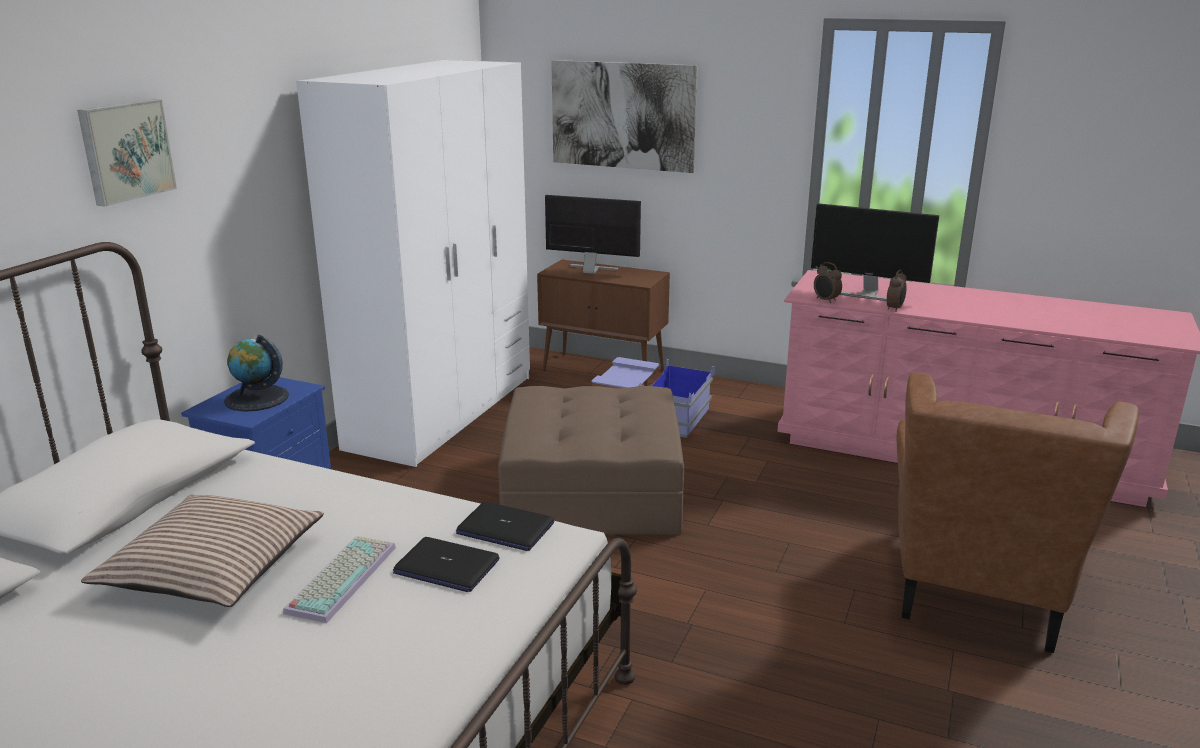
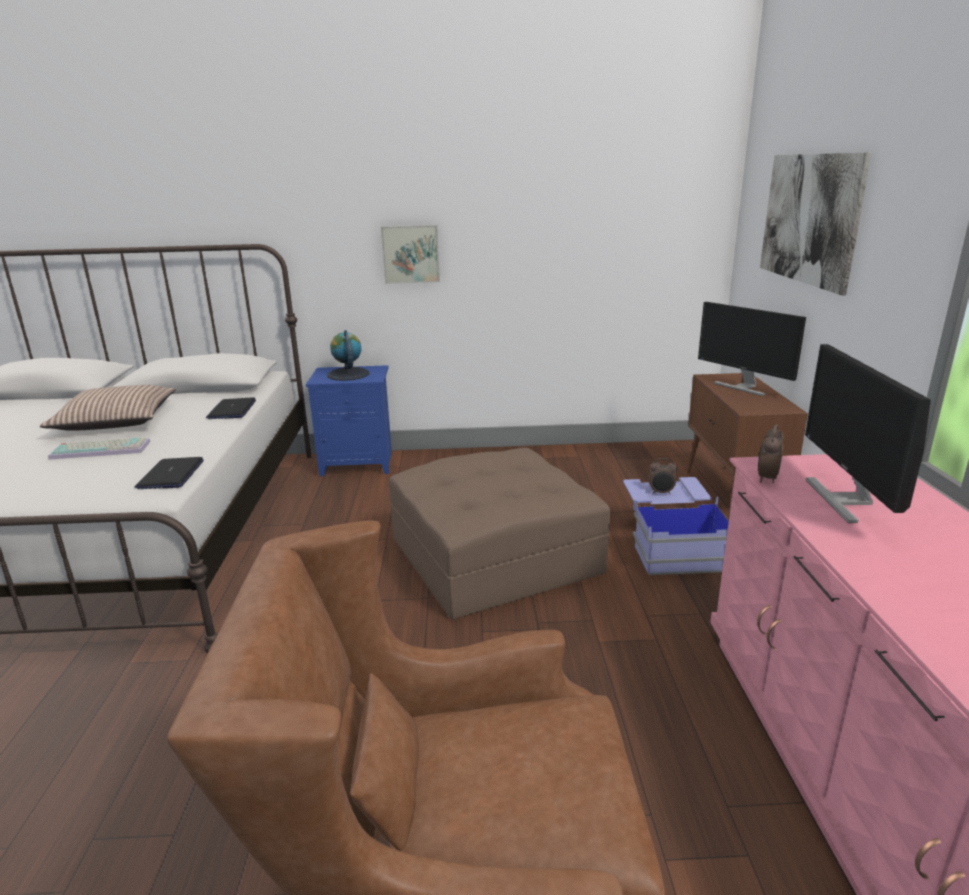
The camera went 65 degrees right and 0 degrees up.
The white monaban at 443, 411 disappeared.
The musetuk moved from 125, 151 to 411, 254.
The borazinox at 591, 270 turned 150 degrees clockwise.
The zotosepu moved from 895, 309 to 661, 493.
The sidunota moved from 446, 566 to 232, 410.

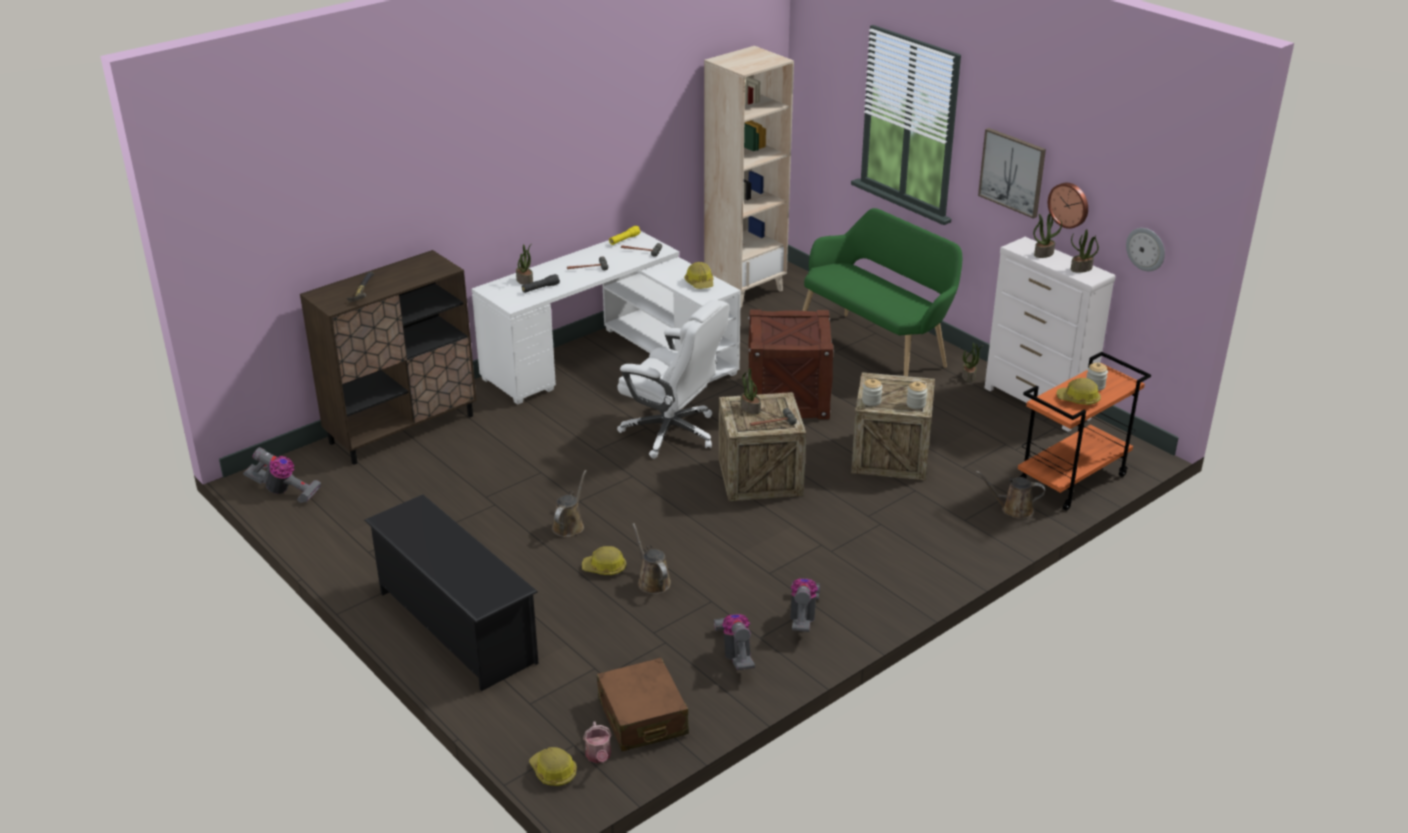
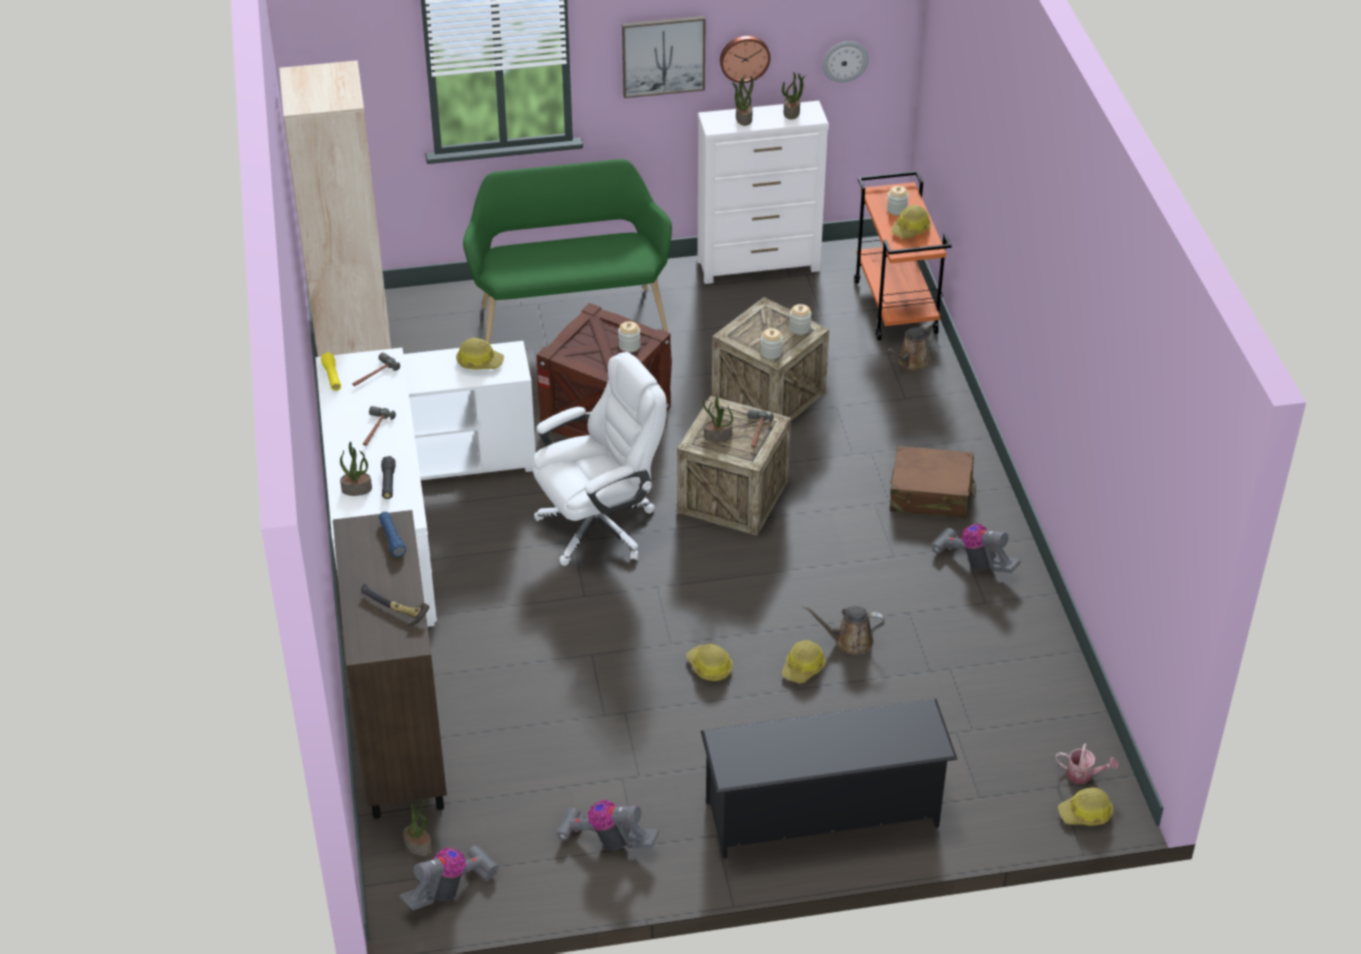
The camera went 60 degrees left and 10 degrees up.
The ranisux moved from 969, 376 to 419, 845.
The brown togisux at 569, 525 was replaced by the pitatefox at 709, 667.
The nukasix moved from 736, 653 to 607, 840.
The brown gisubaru moved from 642, 717 to 931, 494.
The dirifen at 629, 346 appeared.
The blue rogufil at 392, 539 appeared.

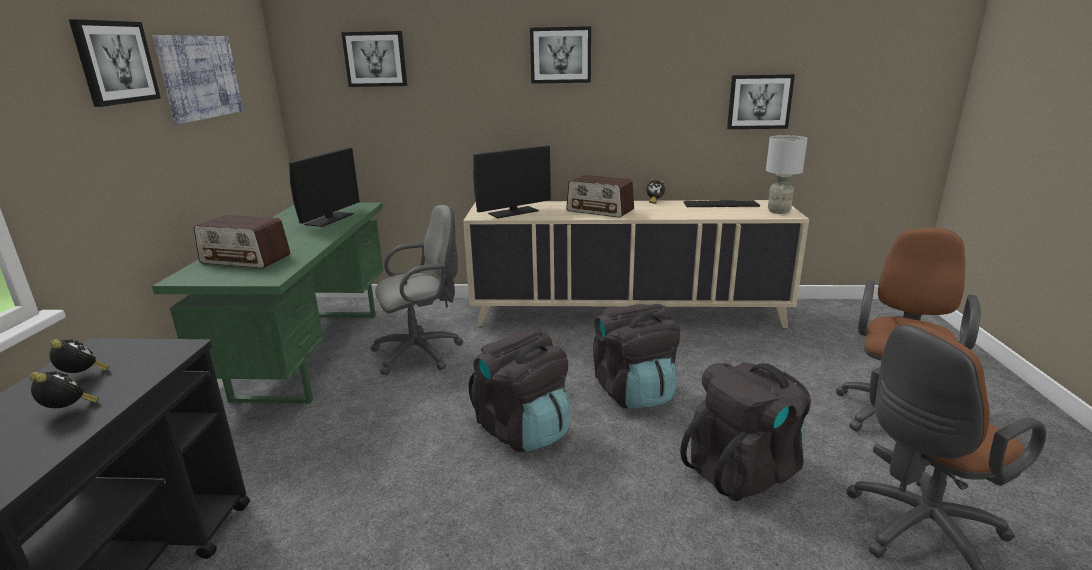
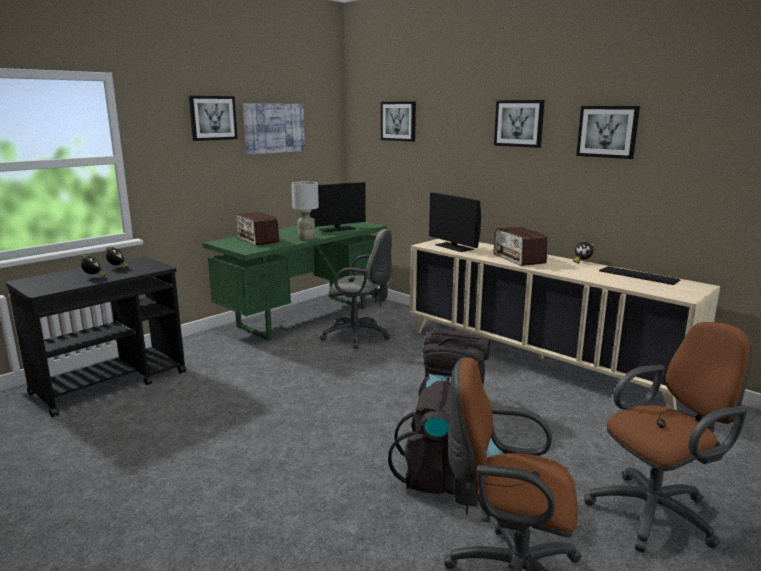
The camera went 40 degrees right and 5 degrees down.
The musetuk moved from 759, 102 to 607, 131.
The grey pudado moved from 779, 211 to 307, 238.
The borazinox at 513, 212 turned 45 degrees clockwise.
The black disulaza at 523, 430 disappeared.

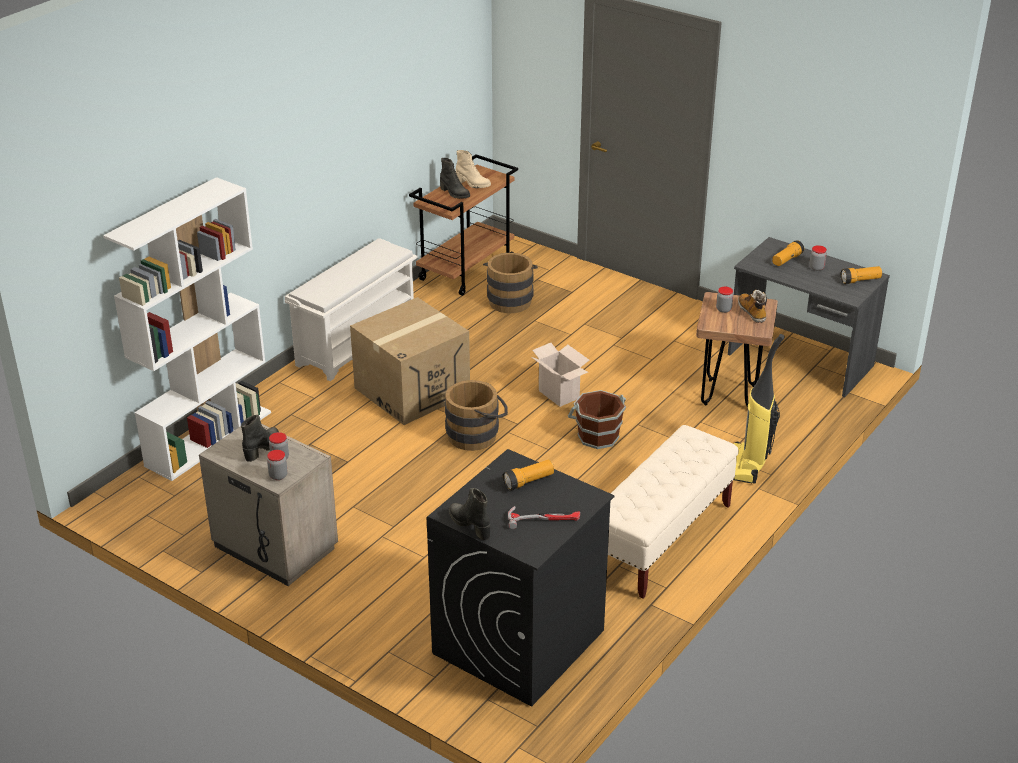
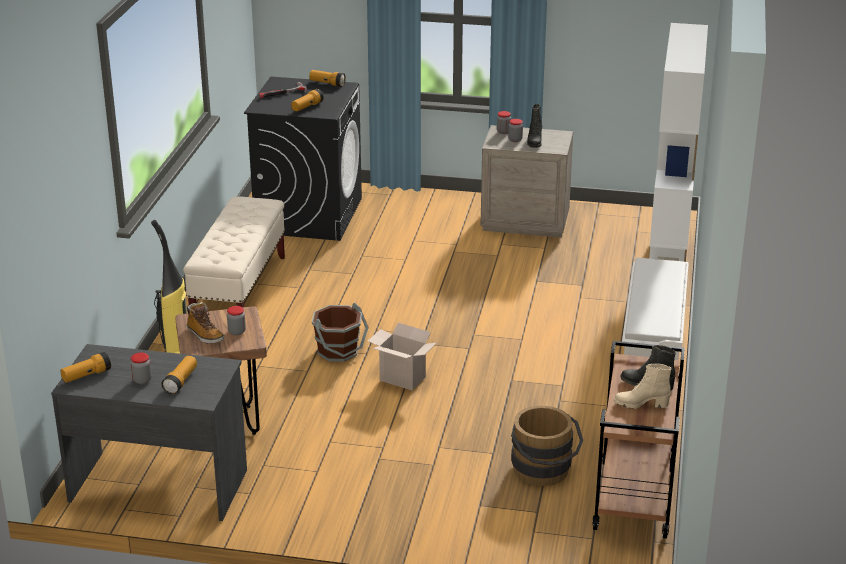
The camera went 155 degrees right and 5 degrees down.
The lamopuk at 412, 390 disappeared.
The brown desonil at 477, 434 disappeared.
The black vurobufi at 470, 525 was replaced by the rogufil at 327, 83.

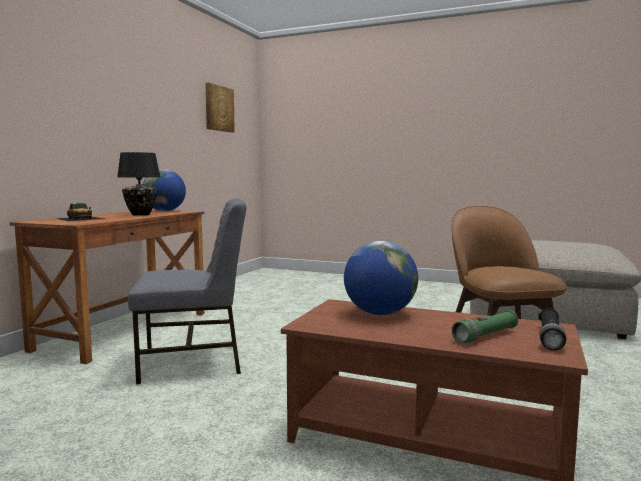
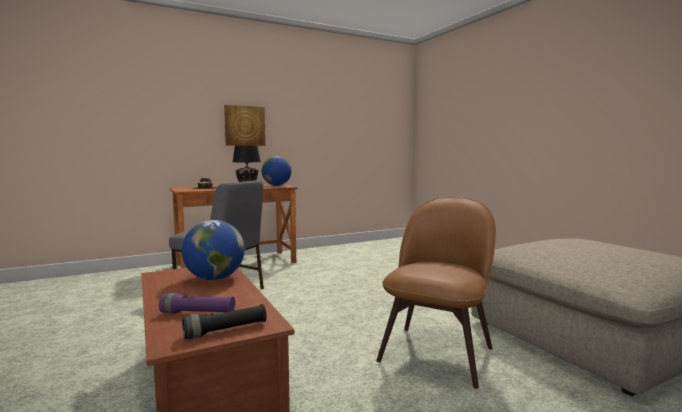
The camera went 40 degrees right and 0 degrees up.
The musetuk moved from 218, 108 to 244, 126.
The green rogufil at 485, 336 became the purple rogufil at 198, 313.

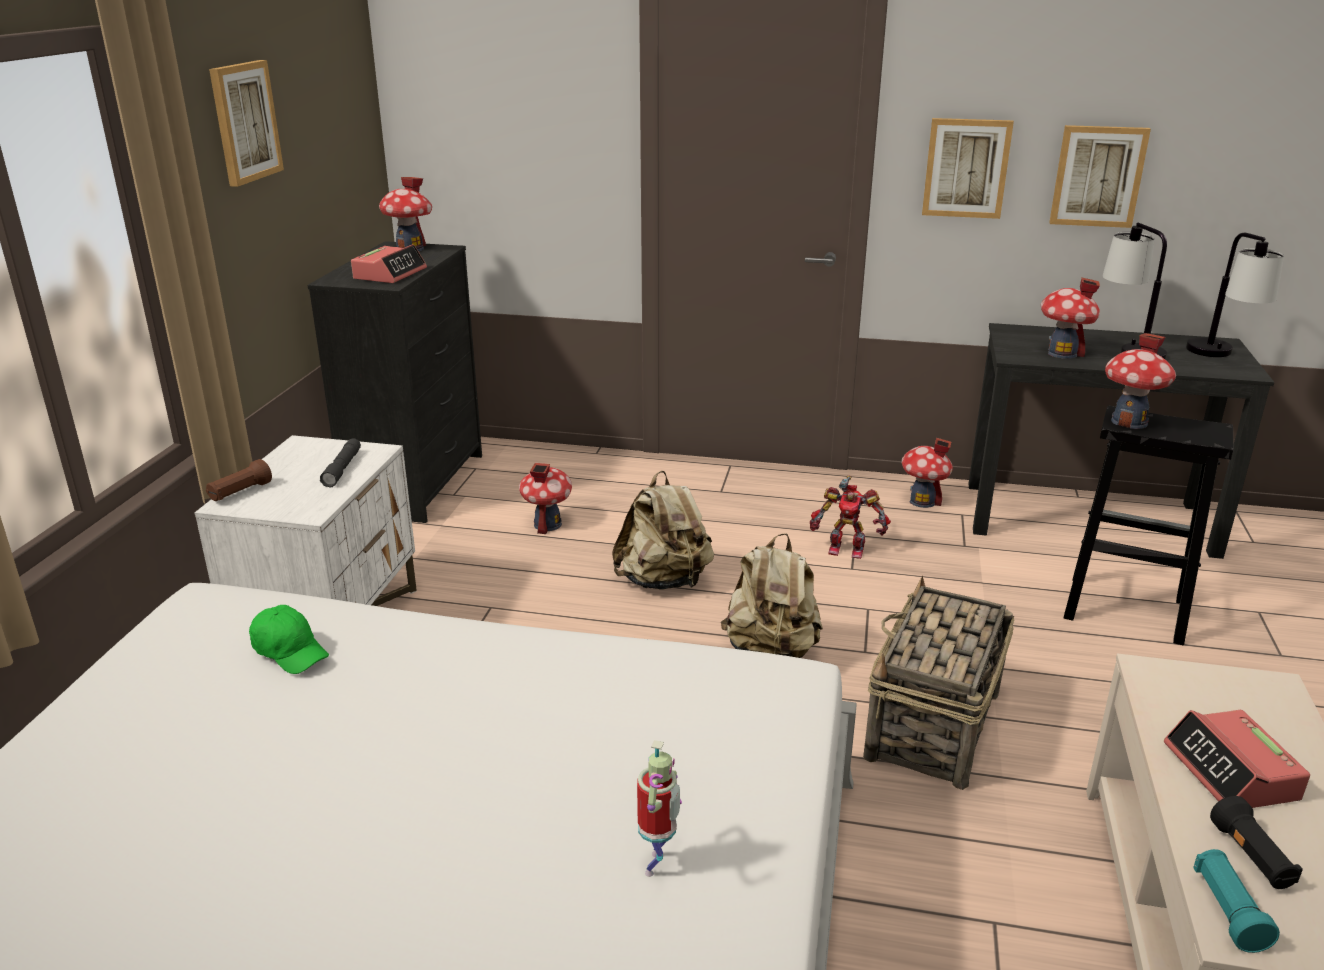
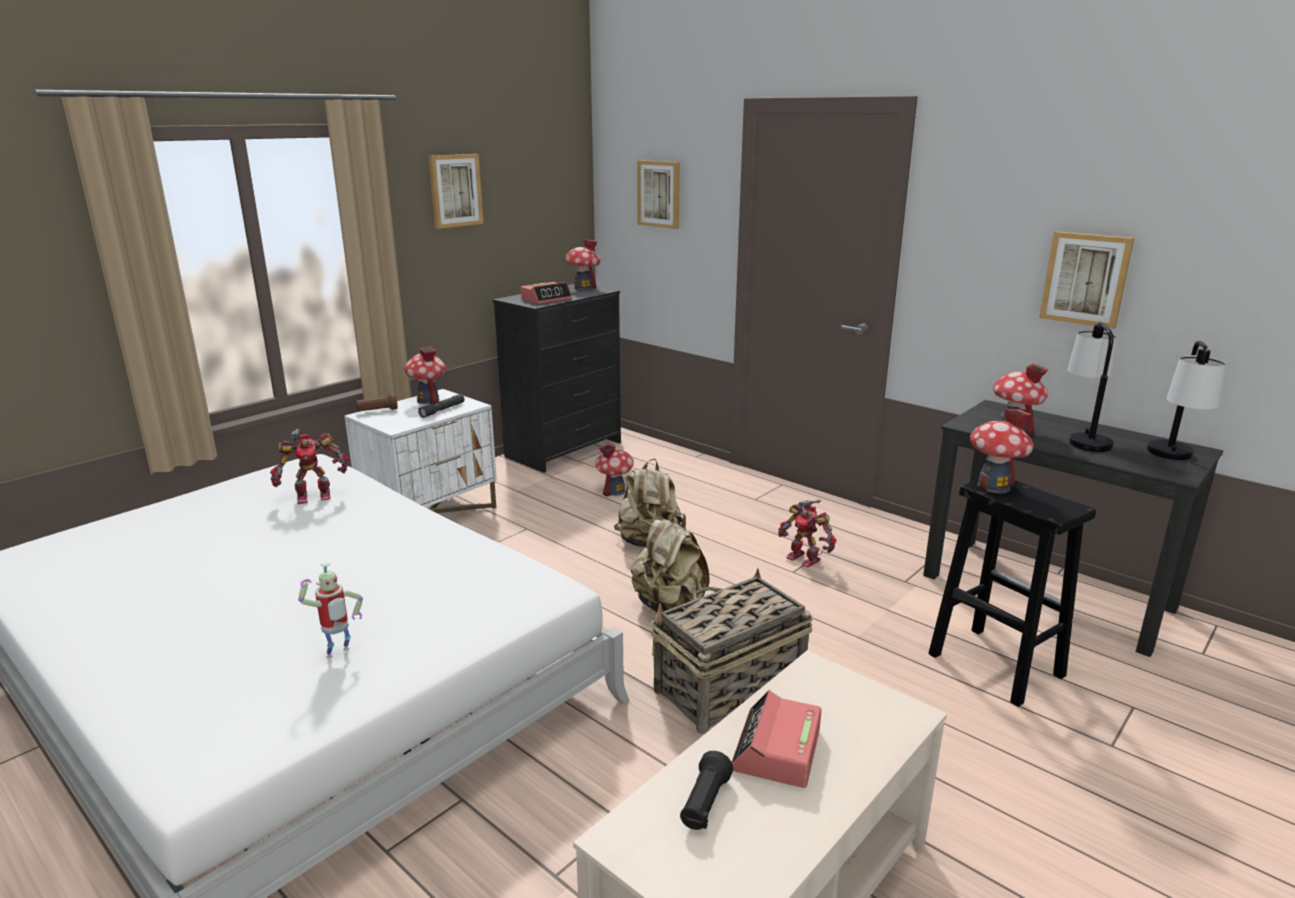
The camera went 30 degrees right and 5 degrees down.
The musetuk moved from 966, 168 to 659, 194.
The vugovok moved from 922, 501 to 428, 400.
The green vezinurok at 290, 652 was replaced by the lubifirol at 313, 496.
The turquoise rogufil at 1227, 911 disappeared.

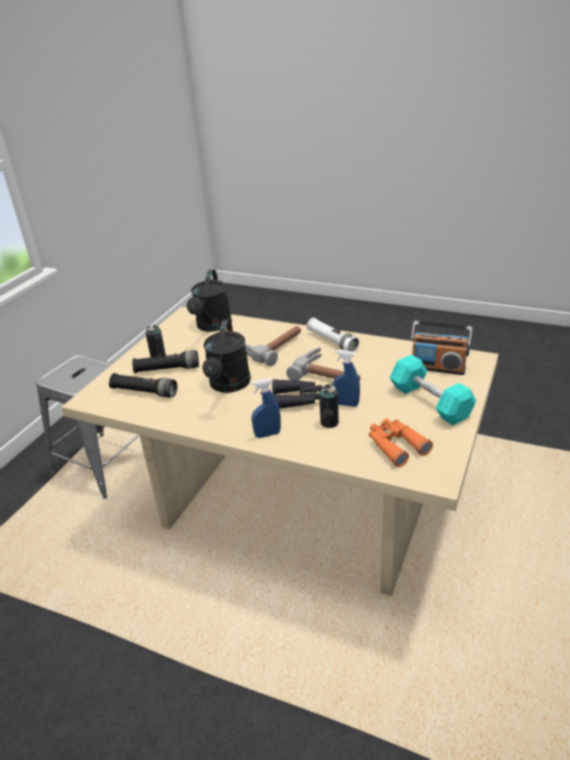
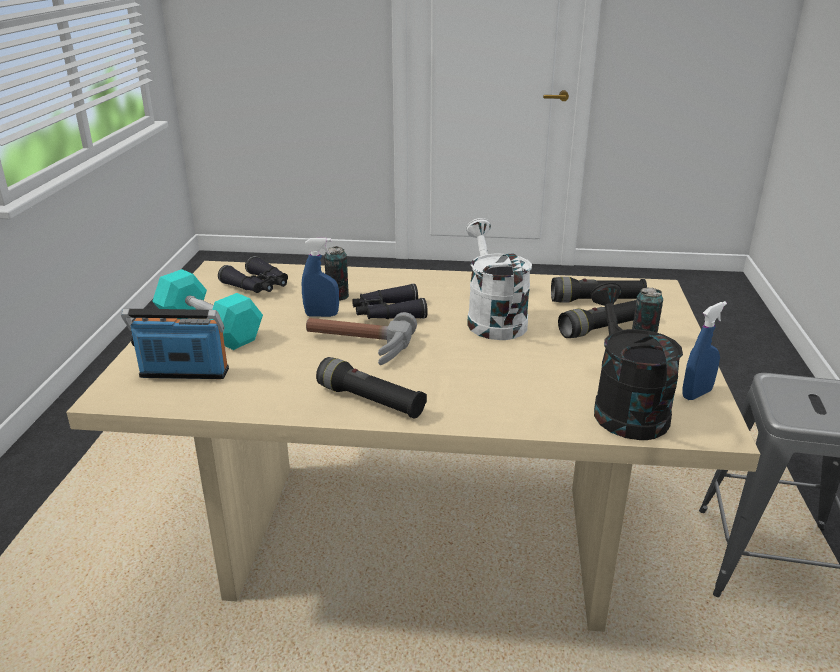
The camera went 160 degrees right and 5 degrees down.
The white rogufil at 332, 341 became the black rogufil at 370, 401.
The black togisux at 228, 385 became the white togisux at 492, 319.
The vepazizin at 272, 347 disappeared.
The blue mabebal moved from 267, 434 to 696, 394.
The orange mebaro at 395, 445 became the black mebaro at 258, 286.

